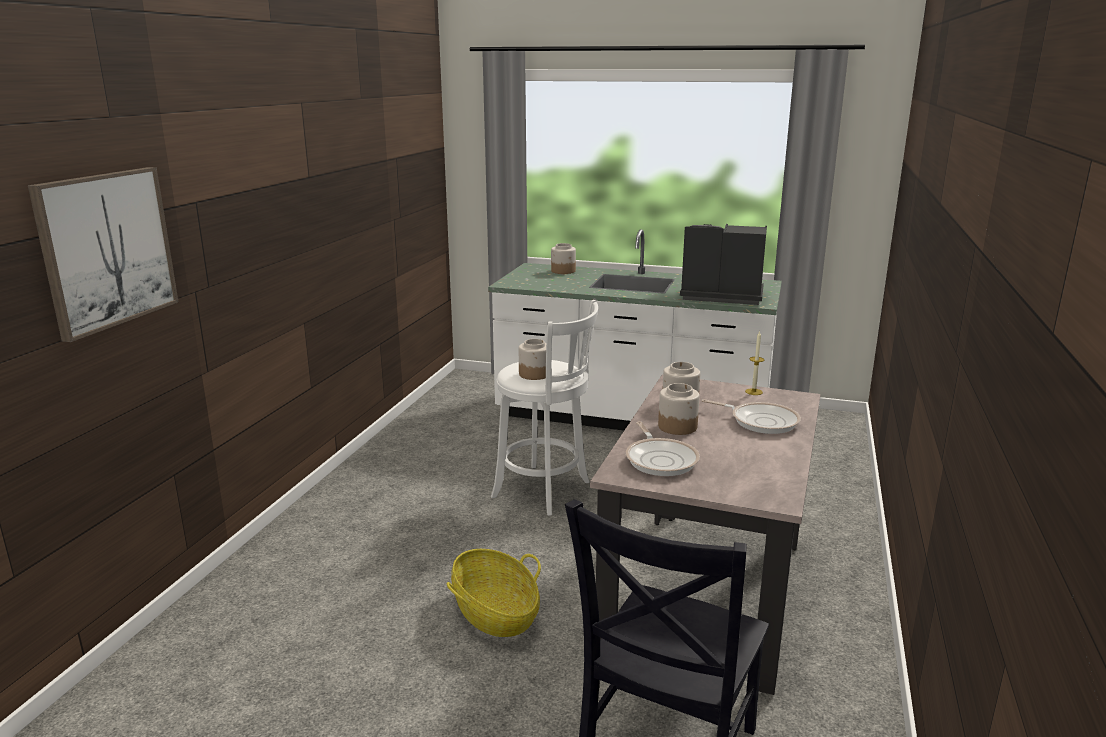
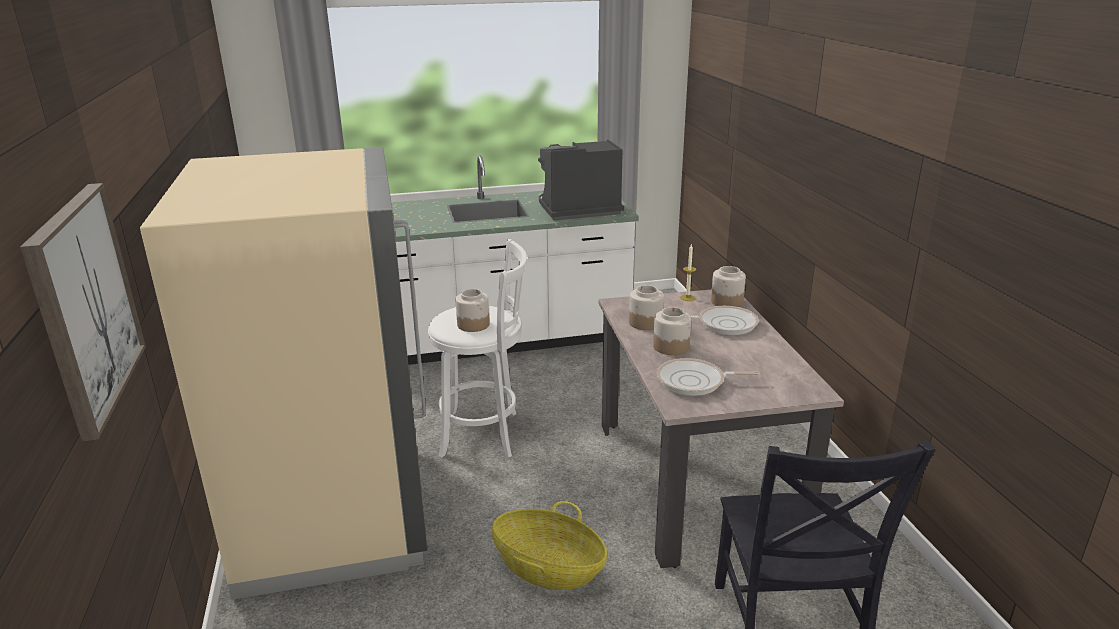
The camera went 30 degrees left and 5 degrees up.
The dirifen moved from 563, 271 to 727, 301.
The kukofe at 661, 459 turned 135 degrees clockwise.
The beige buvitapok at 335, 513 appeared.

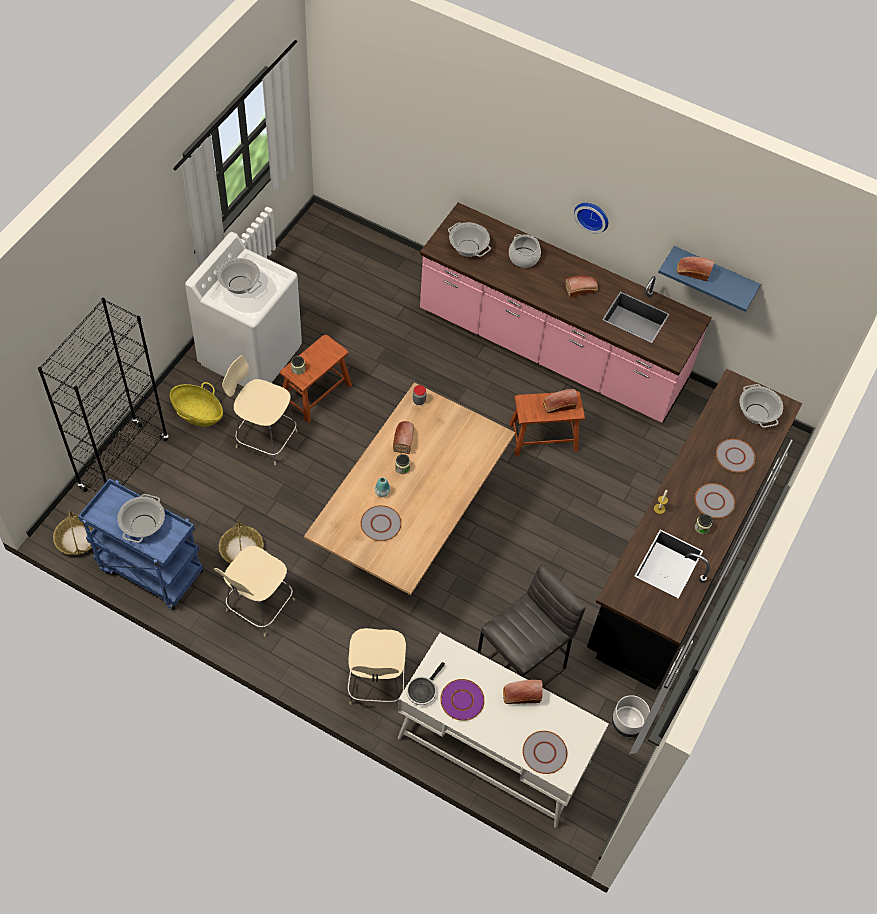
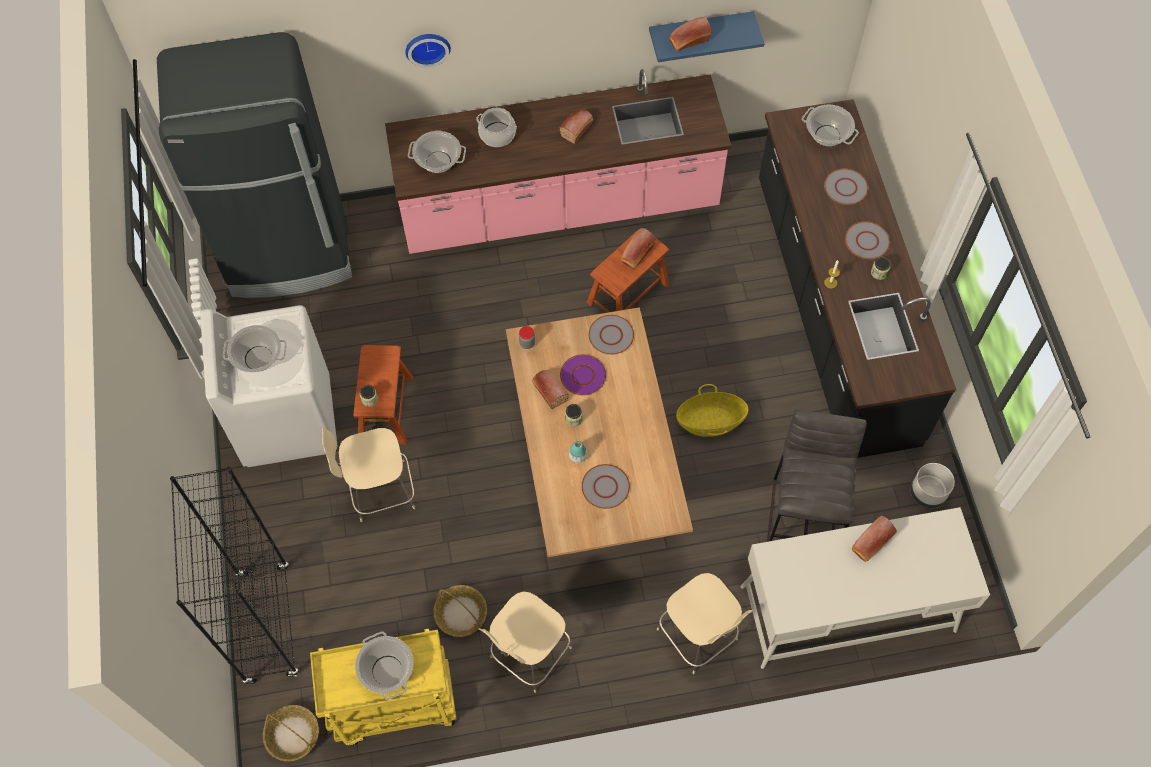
The camera went 35 degrees left and 5 degrees up.
The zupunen moved from 592, 215 to 427, 47.
The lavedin moved from 198, 413 to 710, 421.
The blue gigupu at 149, 571 became the yellow gigupu at 394, 707.
The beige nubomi at 258, 607 turned 45 degrees clockwise.
The kukofe at 422, 690 disappeared.
The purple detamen moved from 462, 700 to 583, 375.
The grey detamen moved from 544, 753 to 611, 335.
The black buvitapok at 289, 253 appeared.

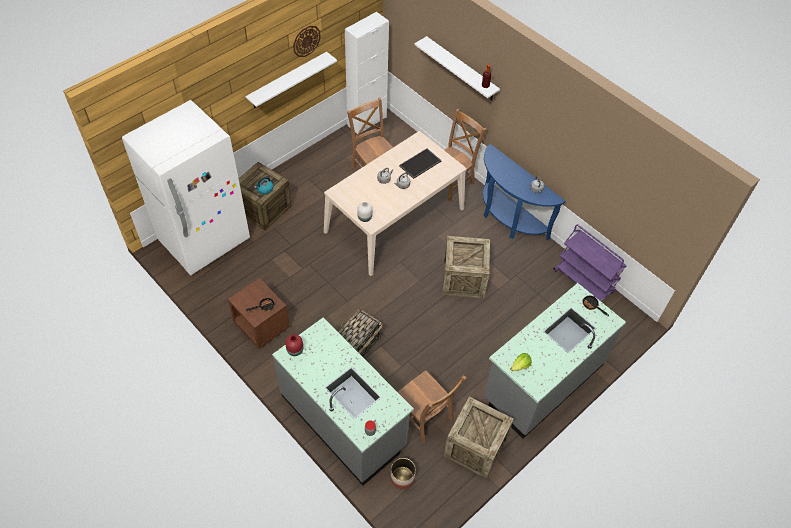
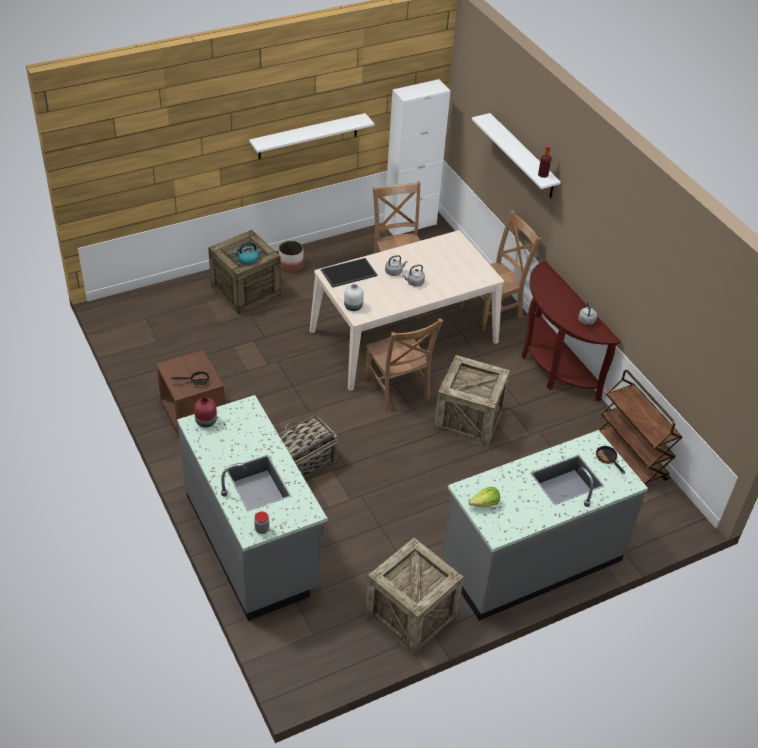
The camera went 15 degrees right and 10 degrees down.
The zupunen at 306, 41 disappeared.
The white buvitapok at 204, 240 disappeared.
The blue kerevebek at 508, 219 became the brown kerevebek at 552, 366.
The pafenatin moved from 420, 164 to 348, 273.
The purple gigupu at 584, 281 became the brown gigupu at 630, 459.
The brown nubomi moved from 425, 418 to 397, 391.
The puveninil moved from 402, 477 to 291, 265.

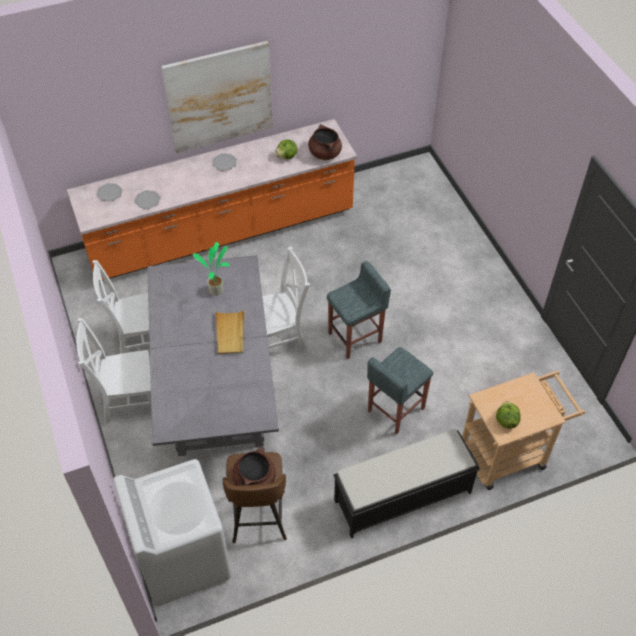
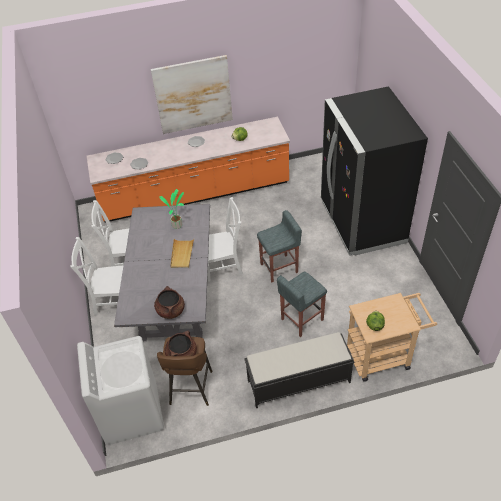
The camera went 10 degrees right and 5 degrees down.
The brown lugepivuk moved from 324, 153 to 170, 310.
The black buvitapok at 362, 222 appeared.

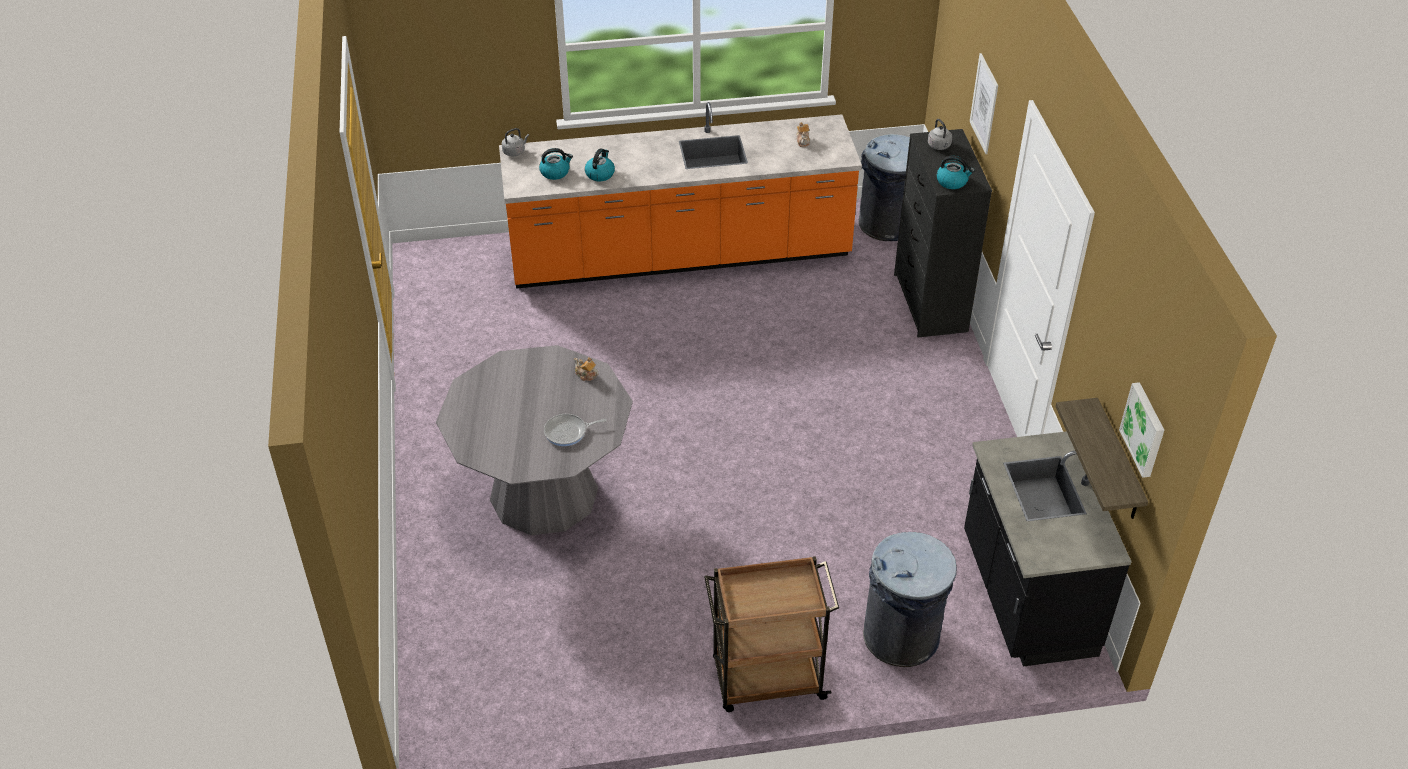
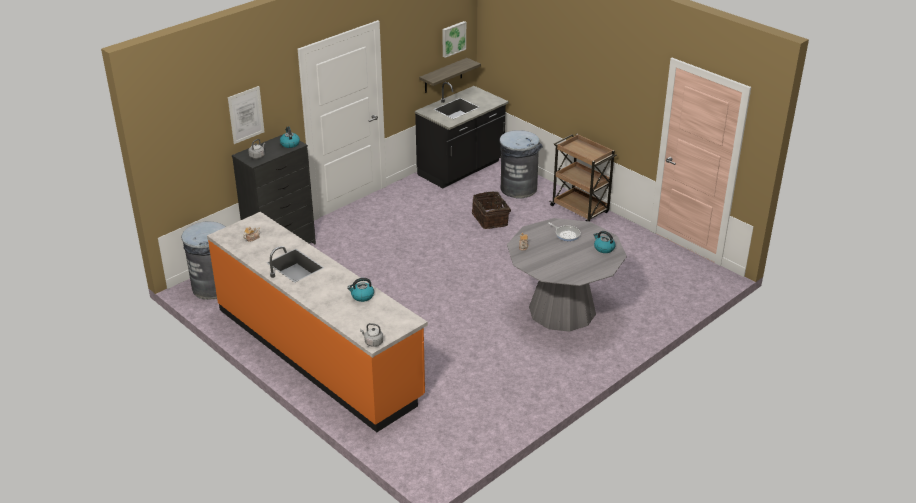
The camera went 125 degrees left and 10 degrees down.
The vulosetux moved from 555, 172 to 603, 248.
The lavedin at 491, 219 appeared.

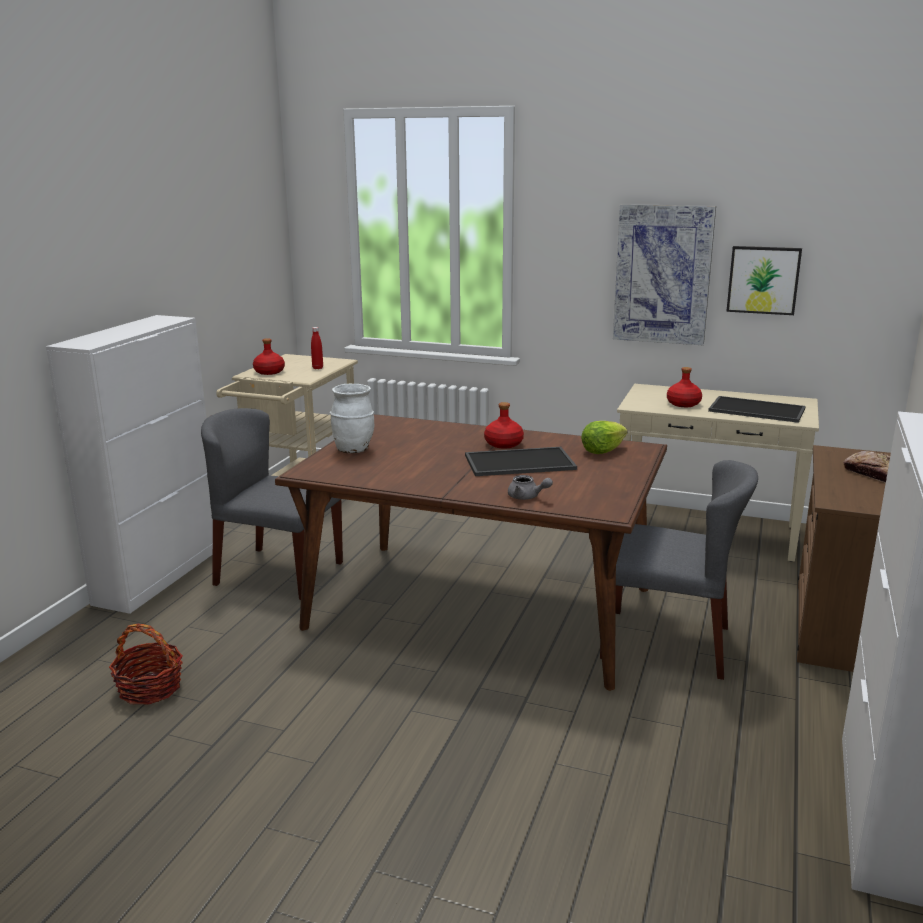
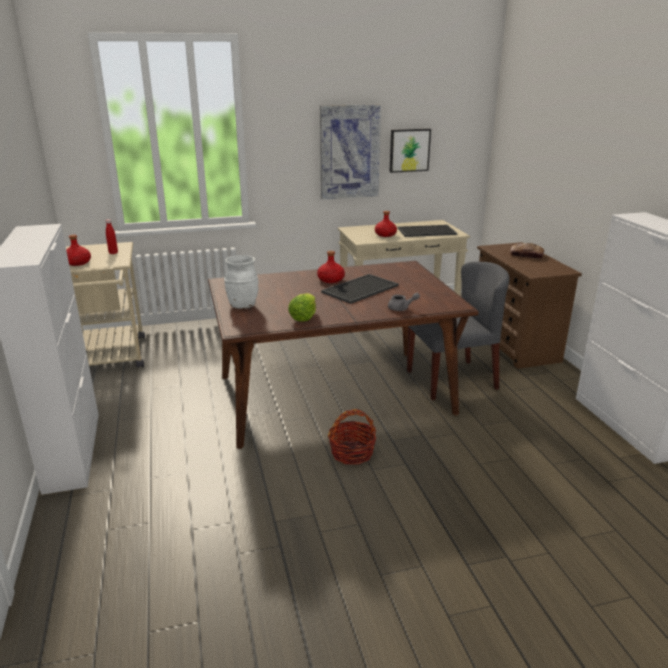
The camera went 35 degrees left and 5 degrees up.
The grey nubomi at 278, 573 disappeared.
The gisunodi moved from 602, 451 to 303, 317.
The lavedin moved from 150, 688 to 352, 453.

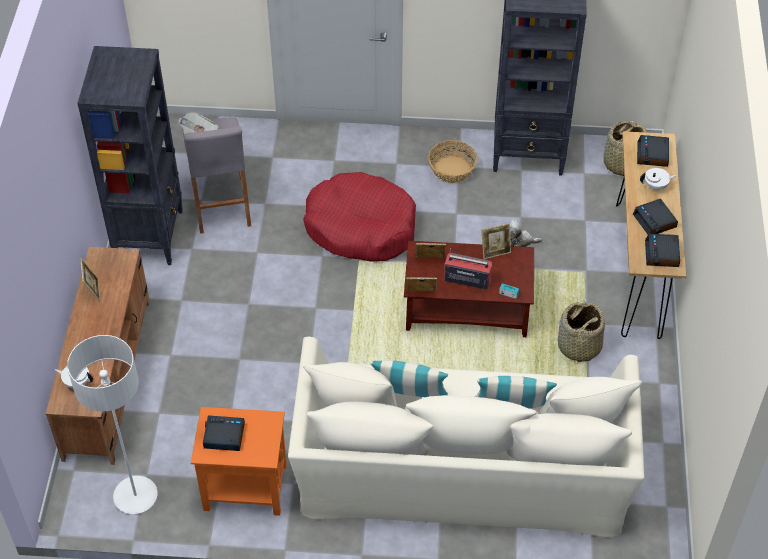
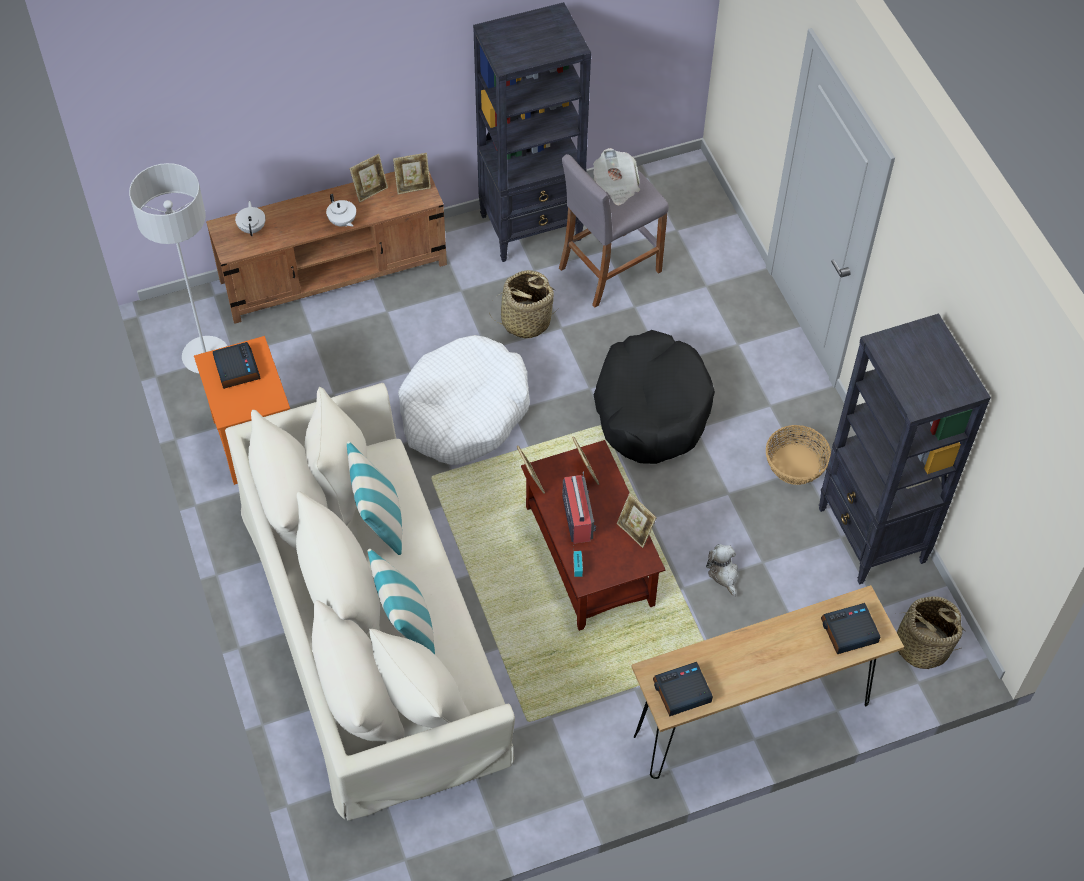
The camera went 65 degrees right and 5 degrees up.
The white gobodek moved from 656, 186 to 342, 222.
The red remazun at 361, 227 became the black remazun at 651, 408.
The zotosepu at 655, 221 disappeared.
The lavedin moved from 578, 346 to 525, 321.
The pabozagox at 413, 186 appeared.
The white remazun at 464, 411 appeared.

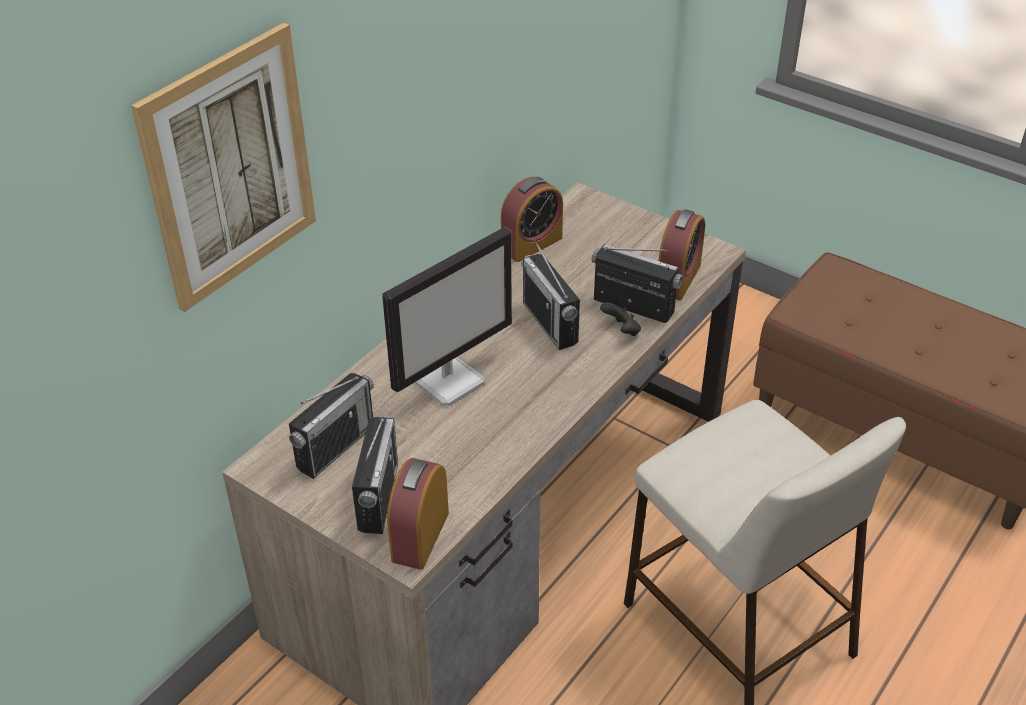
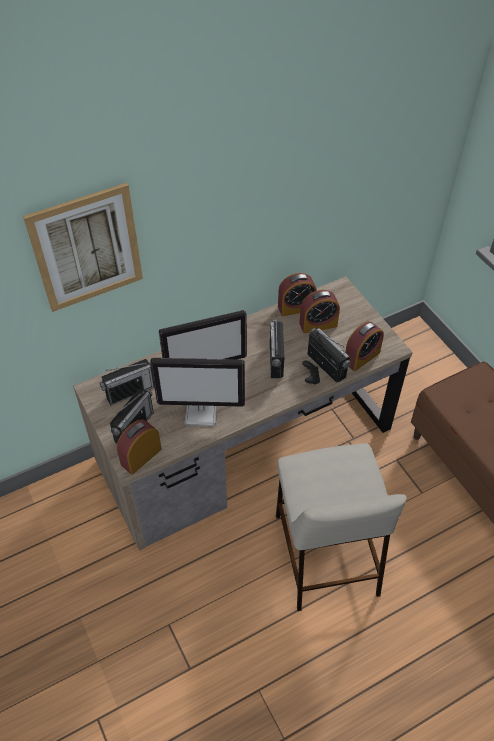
The camera went 25 degrees right and 10 degrees up.
The zotosepu at 318, 324 appeared.
The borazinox at 202, 412 appeared.

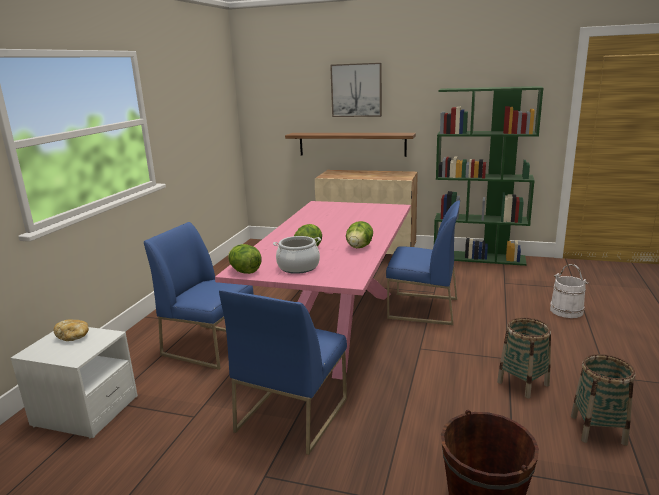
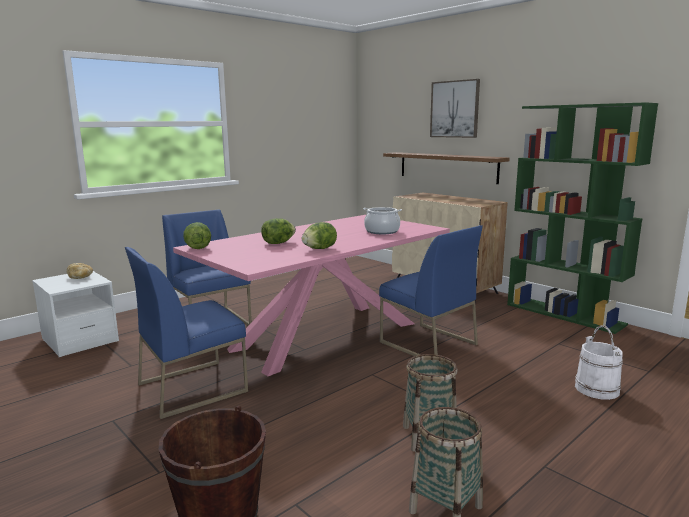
The camera went 30 degrees right and 5 degrees down.
The lugepivuk moved from 298, 267 to 382, 231.

